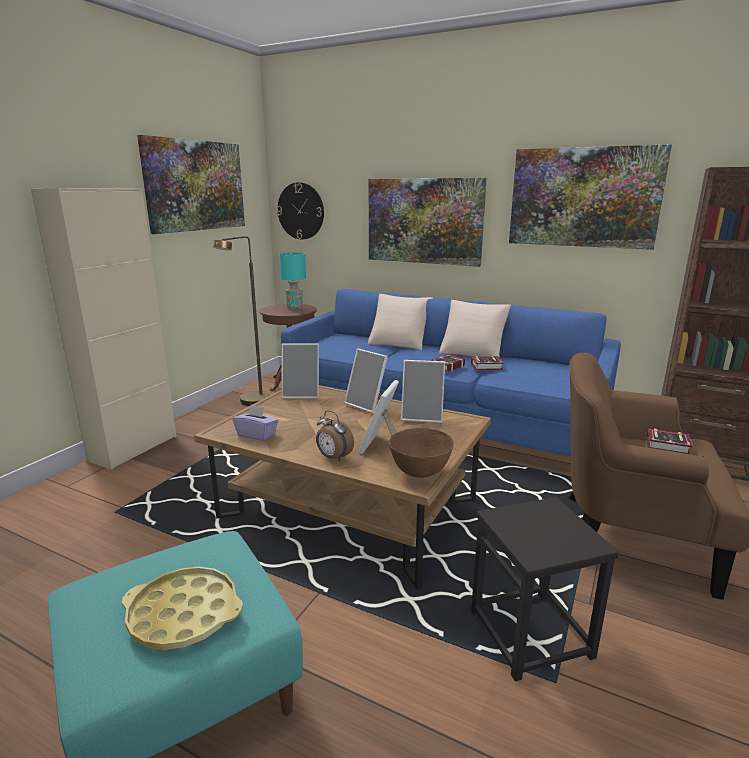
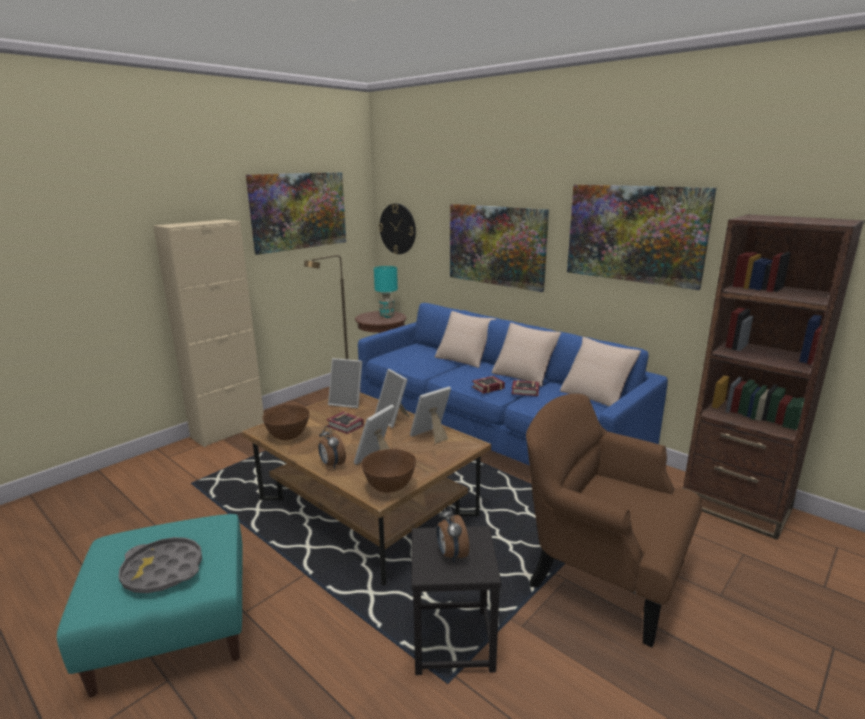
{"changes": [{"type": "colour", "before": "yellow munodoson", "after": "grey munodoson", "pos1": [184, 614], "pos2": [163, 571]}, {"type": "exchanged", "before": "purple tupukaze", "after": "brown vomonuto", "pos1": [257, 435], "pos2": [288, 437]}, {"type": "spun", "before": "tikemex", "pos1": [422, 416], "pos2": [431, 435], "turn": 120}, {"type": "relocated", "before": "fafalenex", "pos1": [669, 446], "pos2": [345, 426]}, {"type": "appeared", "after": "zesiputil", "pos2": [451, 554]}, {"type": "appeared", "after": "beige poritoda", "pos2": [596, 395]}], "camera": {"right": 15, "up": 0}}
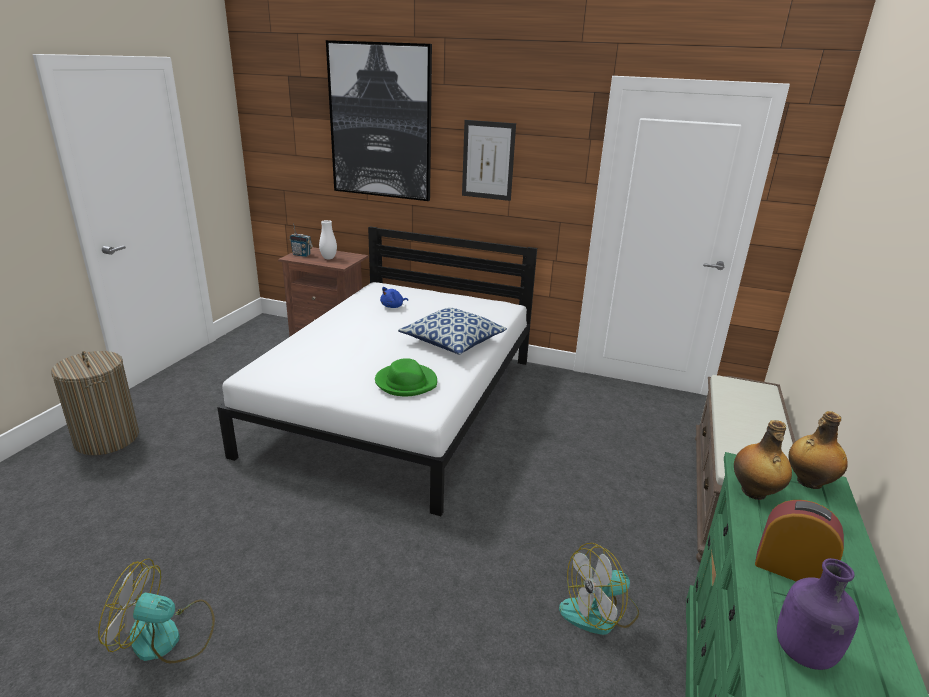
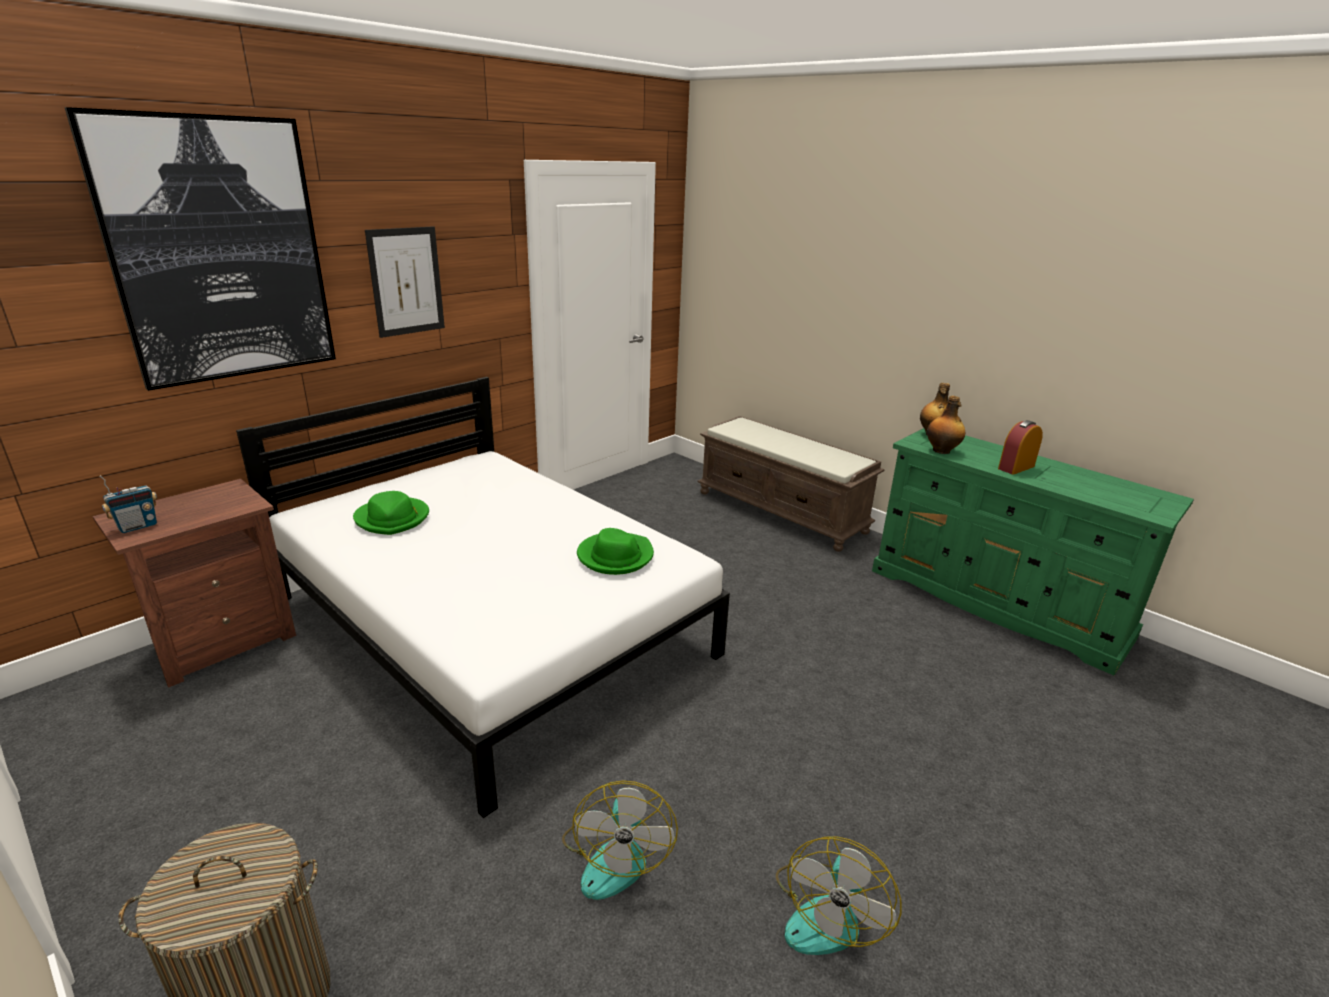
{"changes": [{"type": "missing", "before": "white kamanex", "pos1": [328, 258]}, {"type": "exchanged", "before": "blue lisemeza", "after": "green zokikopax", "pos1": [393, 306], "pos2": [393, 518]}, {"type": "missing", "before": "poritoda", "pos1": [452, 342]}, {"type": "relocated", "before": "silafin", "pos1": [599, 612], "pos2": [615, 855]}, {"type": "missing", "before": "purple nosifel", "pos1": [803, 653]}], "camera": {"right": -65, "up": 0}}
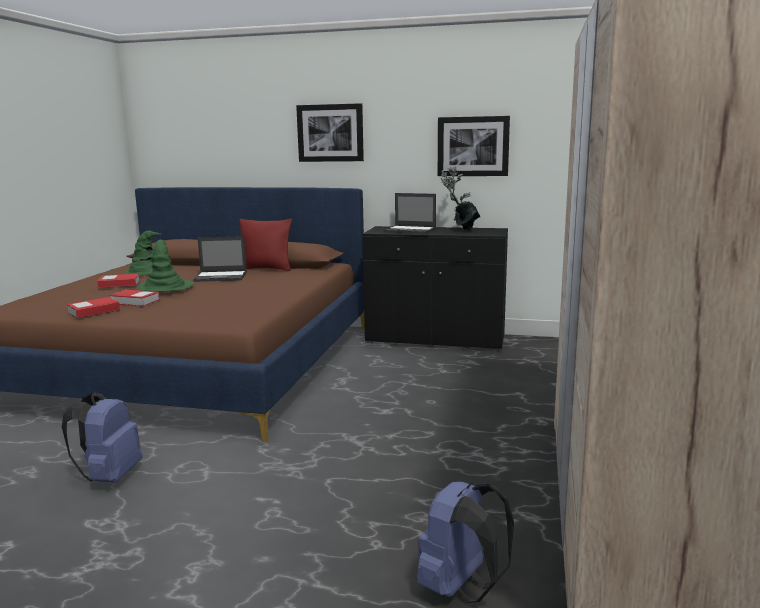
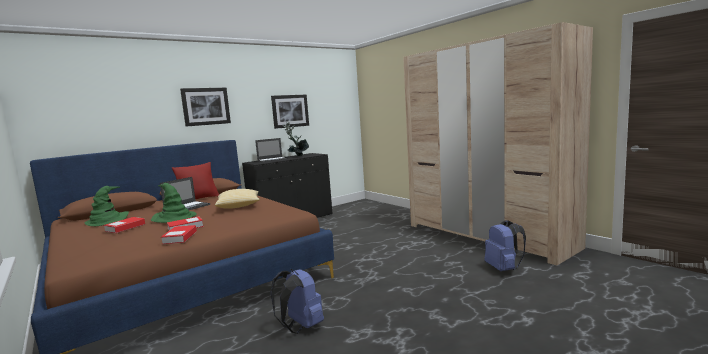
{"changes": [{"type": "appeared", "after": "poritoda", "pos2": [239, 206]}], "camera": {"right": -50, "up": -5}}
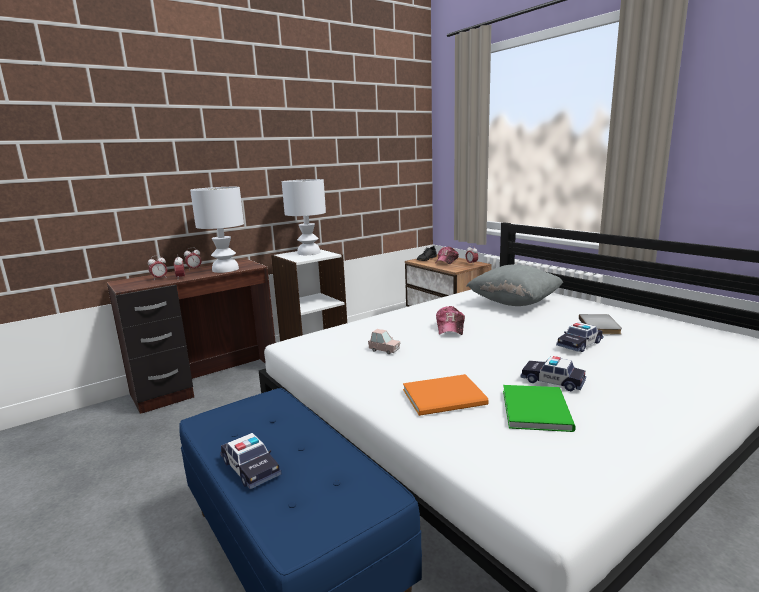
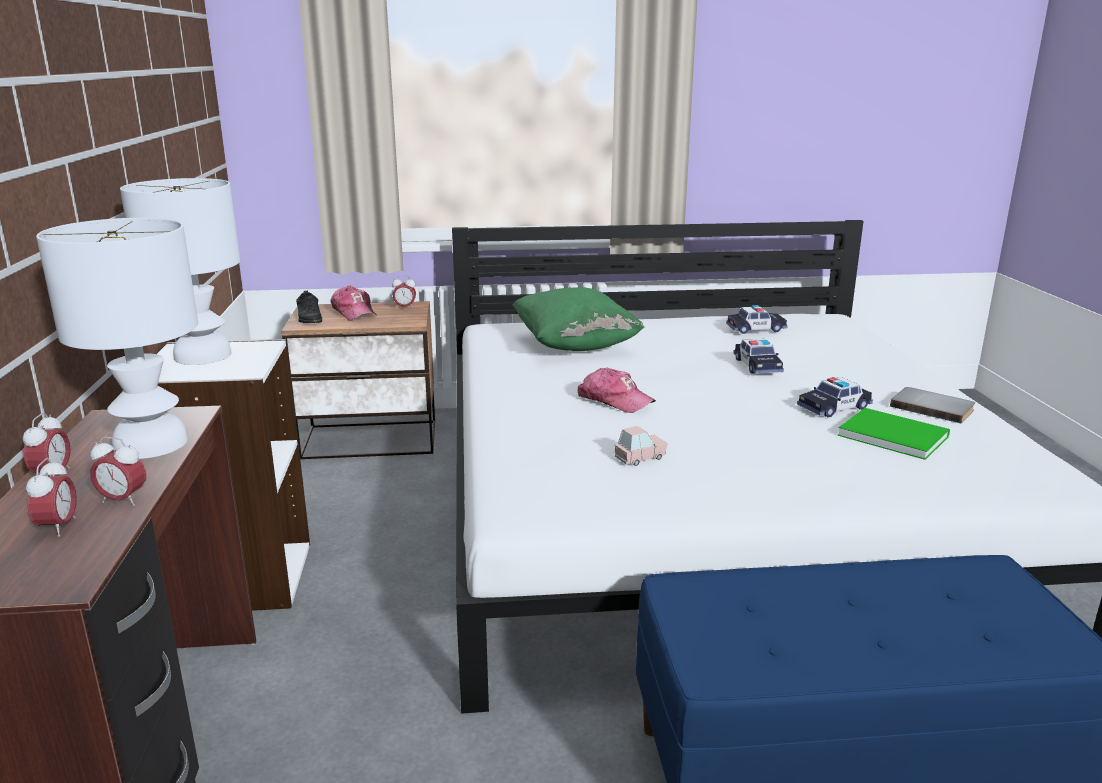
{"changes": [{"type": "relocated", "before": "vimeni", "pos1": [250, 468], "pos2": [756, 329]}, {"type": "missing", "before": "orange fafalenex", "pos1": [446, 397]}, {"type": "colour", "before": "grey poritoda", "after": "green poritoda", "pos1": [514, 302], "pos2": [575, 346]}, {"type": "relocated", "before": "grey fafalenex", "pos1": [601, 326], "pos2": [932, 407]}], "camera": {"right": -60, "up": 5}}
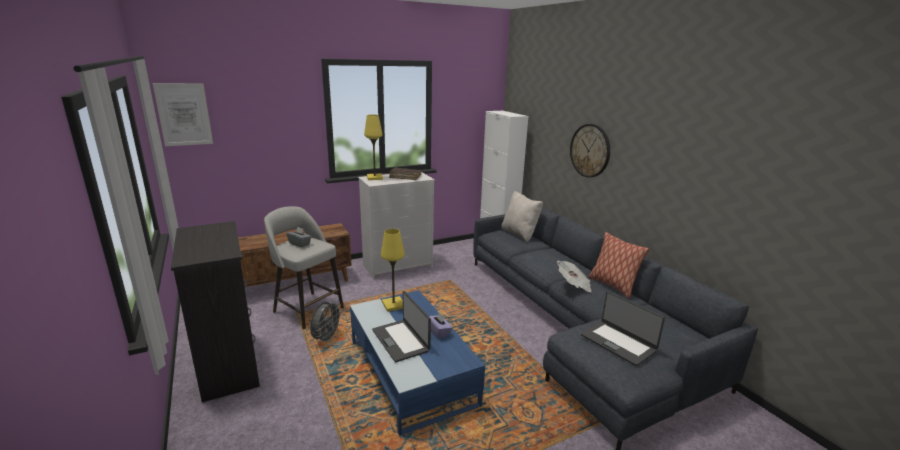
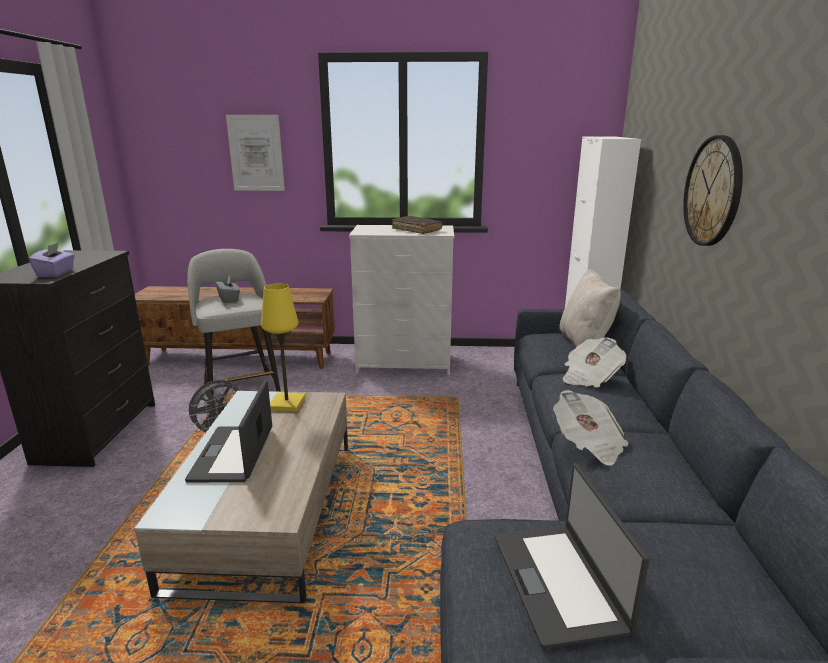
{"changes": [{"type": "relocated", "before": "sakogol", "pos1": [184, 114], "pos2": [256, 153]}, {"type": "colour", "before": "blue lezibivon", "after": "beige lezibivon", "pos1": [411, 371], "pos2": [268, 509]}, {"type": "missing", "before": "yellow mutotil", "pos1": [374, 178]}, {"type": "relocated", "before": "purple tupukaze", "pos1": [439, 332], "pos2": [56, 273]}, {"type": "missing", "before": "poritoda", "pos1": [612, 285]}, {"type": "appeared", "after": "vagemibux", "pos2": [589, 377]}], "camera": {"right": 30, "up": 0}}
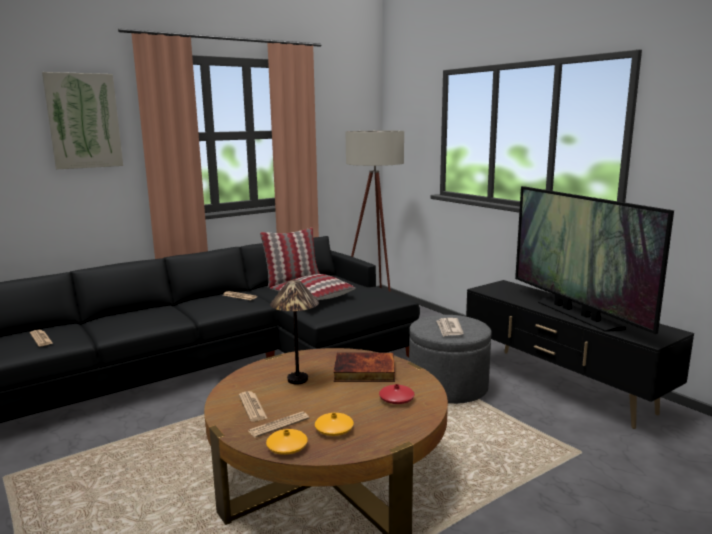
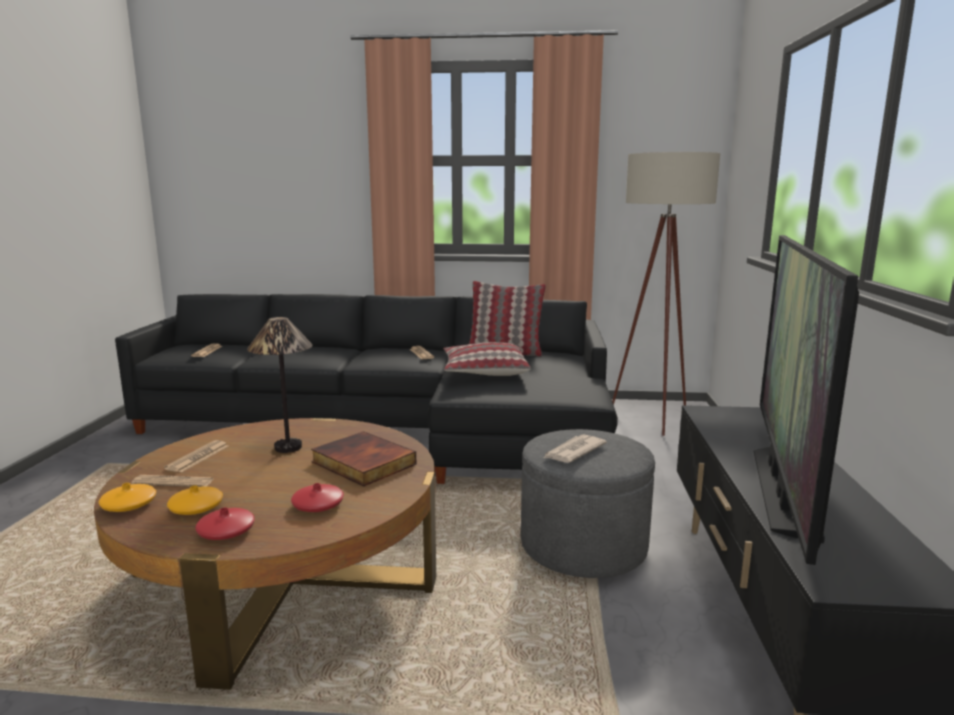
{"changes": [{"type": "missing", "before": "sakogol", "pos1": [83, 121]}, {"type": "appeared", "after": "red kamanex", "pos2": [226, 531]}], "camera": {"right": 40, "up": 0}}
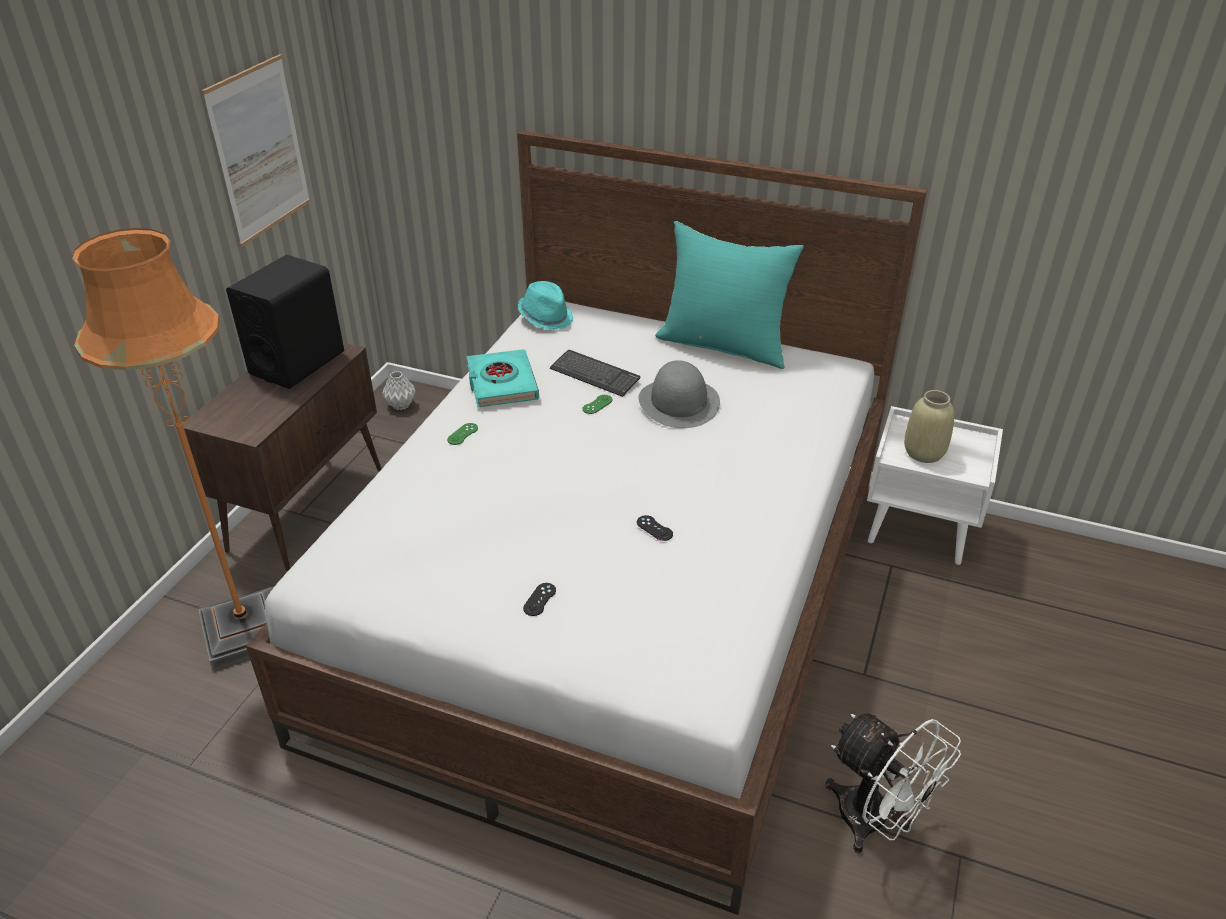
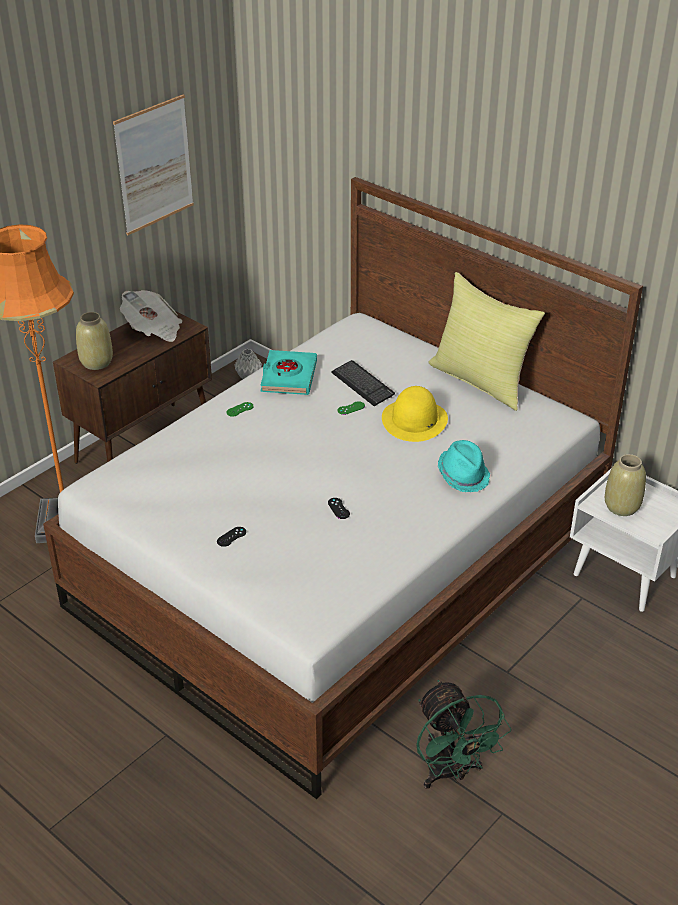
{"changes": [{"type": "exchanged", "before": "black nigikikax", "after": "vagemibux", "pos1": [297, 363], "pos2": [153, 329]}, {"type": "relocated", "before": "turquoise zokikopax", "pos1": [546, 317], "pos2": [463, 475]}, {"type": "colour", "before": "grey zokikopax", "after": "yellow zokikopax", "pos1": [679, 402], "pos2": [414, 420]}, {"type": "colour", "before": "turquoise poritoda", "after": "yellow poritoda", "pos1": [724, 344], "pos2": [481, 380]}, {"type": "colour", "before": "white silafin", "after": "green silafin", "pos1": [875, 823], "pos2": [451, 773]}, {"type": "appeared", "after": "beige kamanex", "pos2": [97, 362]}], "camera": {"right": 20, "up": 0}}
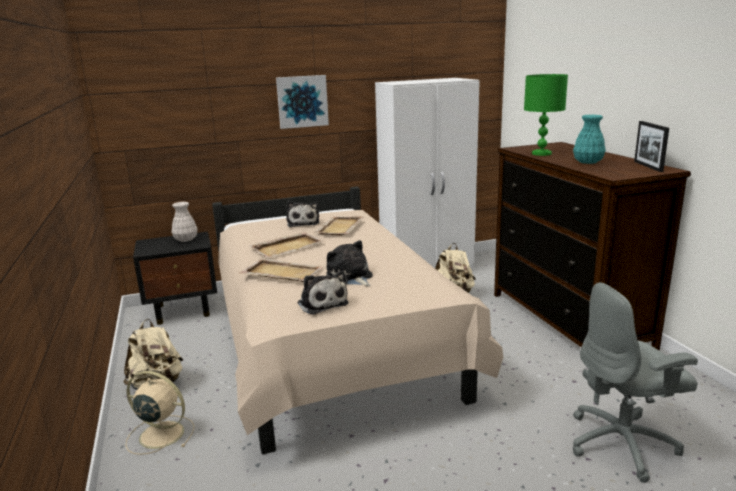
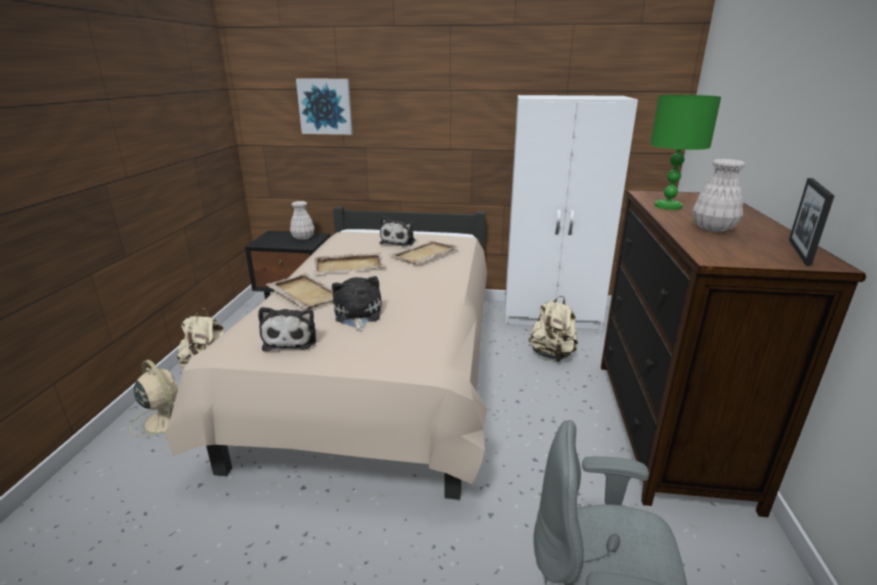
{"changes": [{"type": "relocated", "before": "sakogol", "pos1": [302, 101], "pos2": [325, 106]}, {"type": "colour", "before": "turquoise kamanex", "after": "white kamanex", "pos1": [587, 162], "pos2": [712, 228]}], "camera": {"right": 25, "up": 5}}
